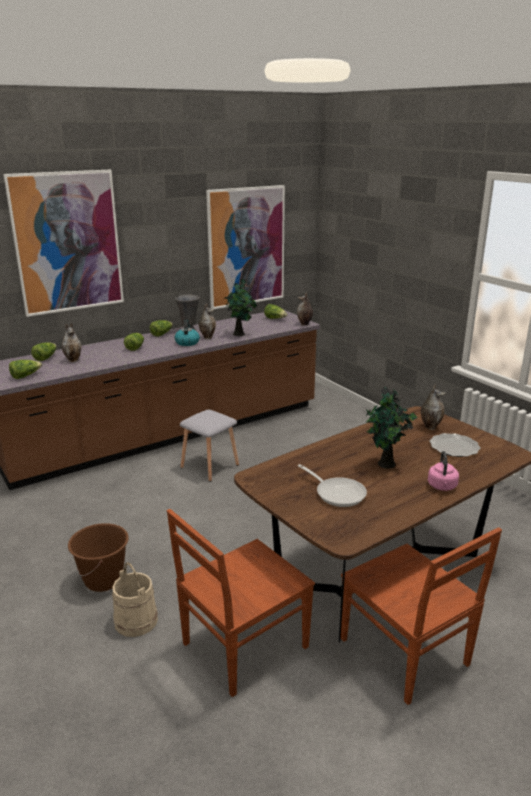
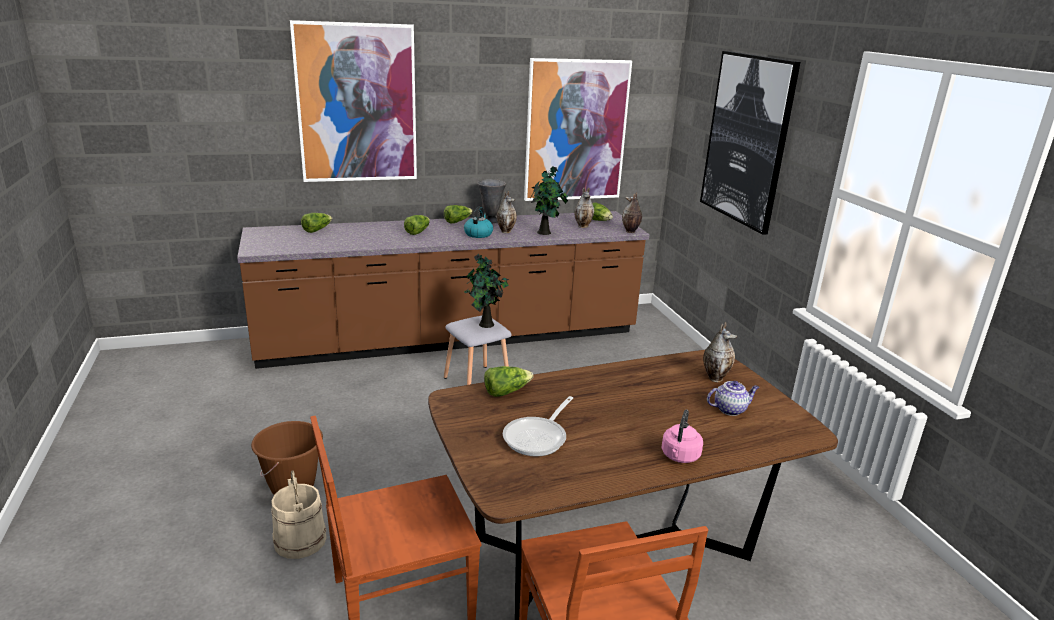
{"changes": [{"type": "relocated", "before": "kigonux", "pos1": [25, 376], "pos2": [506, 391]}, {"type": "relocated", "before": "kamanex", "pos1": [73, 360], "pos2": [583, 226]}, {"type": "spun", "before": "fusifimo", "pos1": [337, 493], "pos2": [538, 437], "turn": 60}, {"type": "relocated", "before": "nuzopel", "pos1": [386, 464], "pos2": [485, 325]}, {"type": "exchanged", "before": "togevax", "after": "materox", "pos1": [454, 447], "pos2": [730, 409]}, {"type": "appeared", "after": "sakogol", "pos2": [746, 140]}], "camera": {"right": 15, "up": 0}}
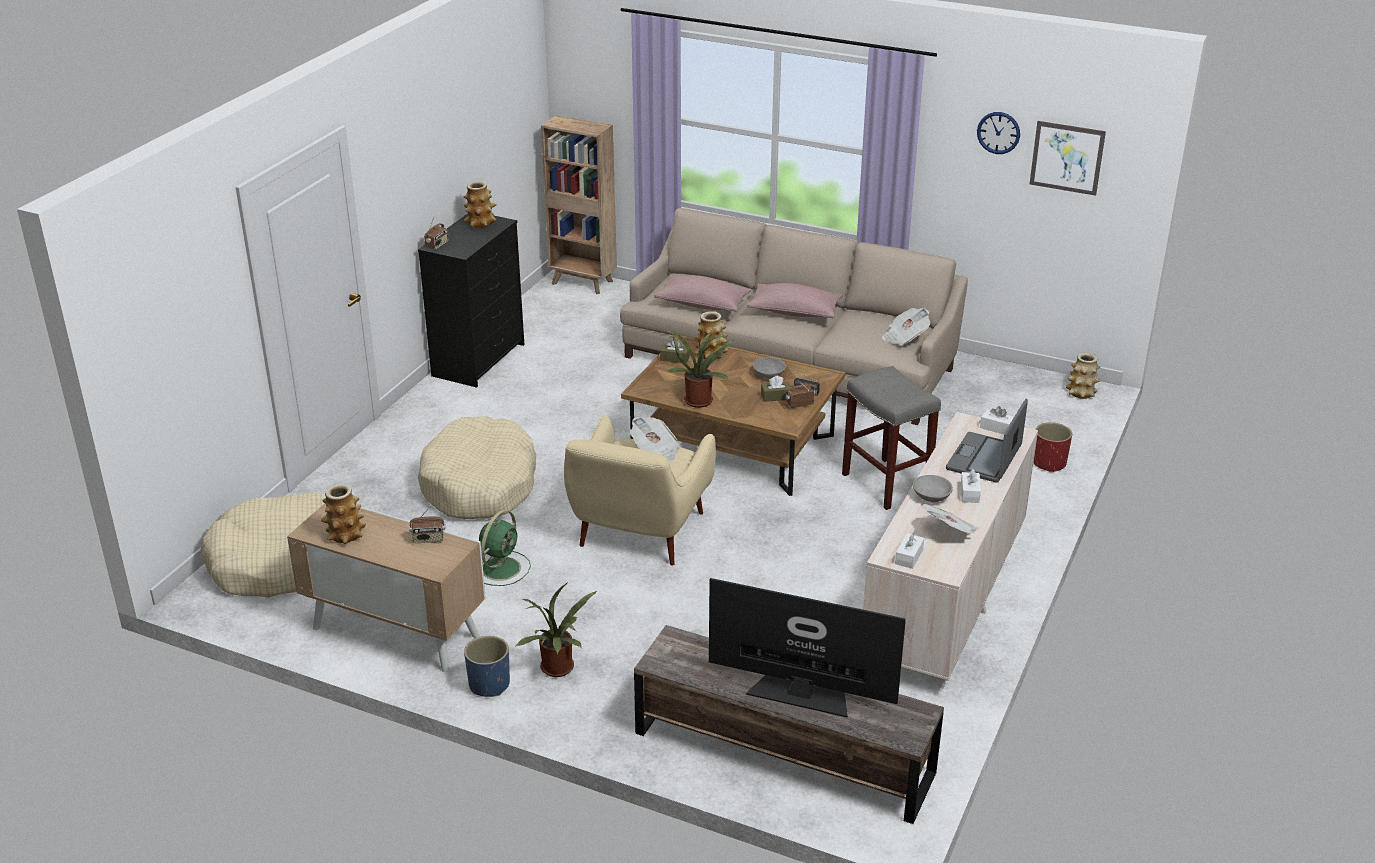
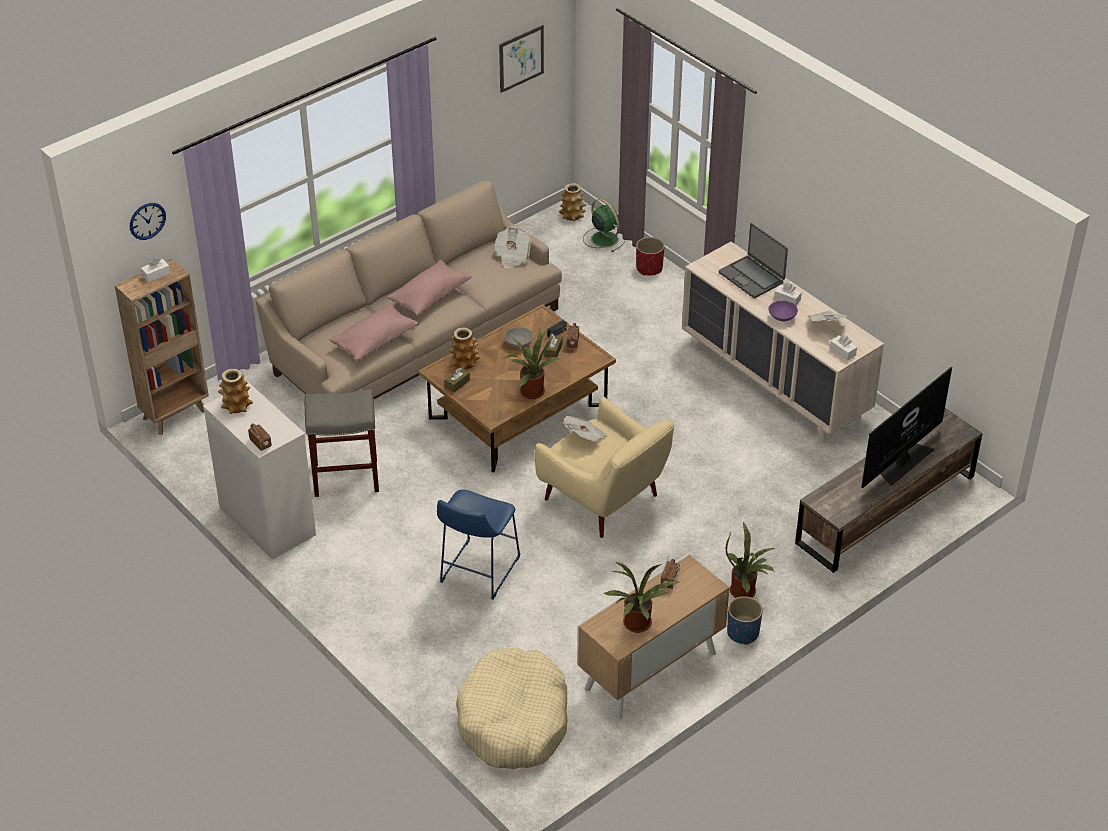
{"changes": [{"type": "exchanged", "before": "kamanex", "after": "nuzopel", "pos1": [345, 534], "pos2": [636, 626]}, {"type": "colour", "before": "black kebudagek", "after": "white kebudagek", "pos1": [479, 359], "pos2": [266, 521]}, {"type": "exchanged", "before": "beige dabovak", "after": "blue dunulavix", "pos1": [480, 485], "pos2": [477, 572]}, {"type": "relocated", "before": "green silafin", "pos1": [502, 567], "pos2": [603, 238]}, {"type": "relocated", "before": "grey dunulavix", "pos1": [887, 484], "pos2": [347, 477]}, {"type": "colour", "before": "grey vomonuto", "after": "purple vomonuto", "pos1": [931, 497], "pos2": [782, 317]}, {"type": "relocated", "before": "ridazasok", "pos1": [998, 132], "pos2": [147, 221]}, {"type": "relocated", "before": "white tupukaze", "pos1": [997, 428], "pos2": [156, 275]}], "camera": {"right": -65, "up": 10}}
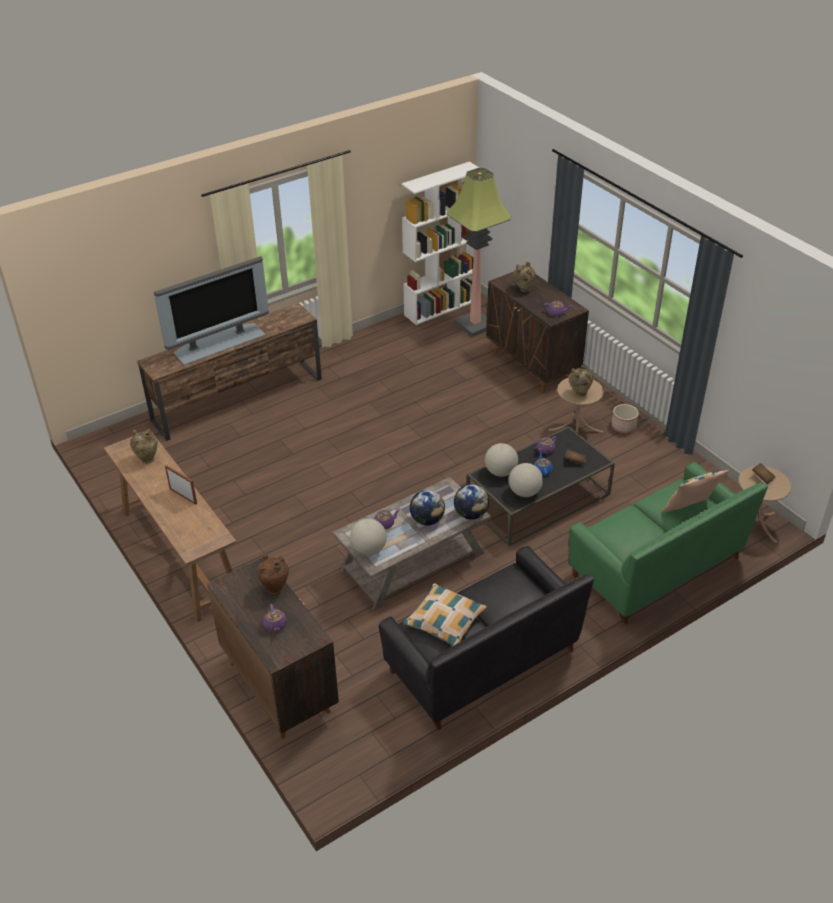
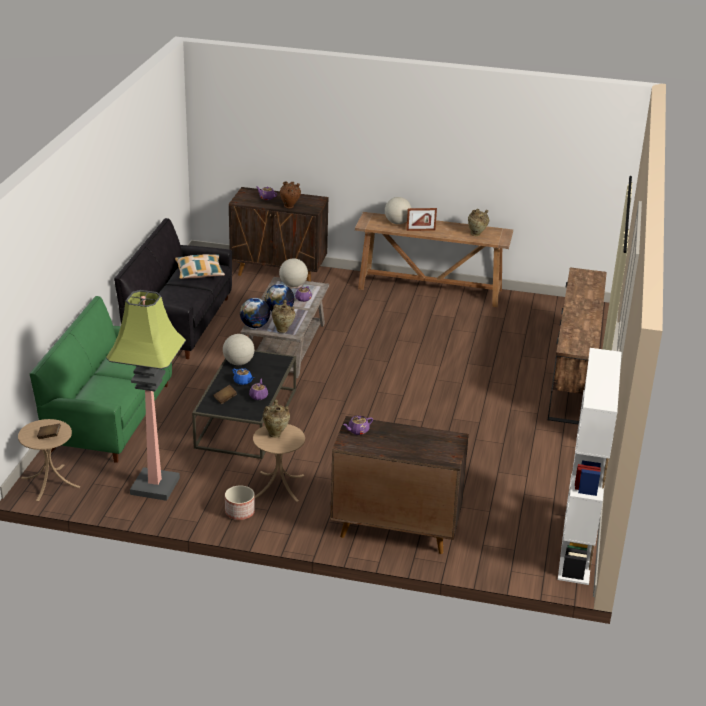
{"changes": [{"type": "missing", "before": "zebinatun", "pos1": [219, 342]}, {"type": "relocated", "before": "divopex", "pos1": [475, 325], "pos2": [154, 486]}, {"type": "relocated", "before": "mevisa", "pos1": [500, 472], "pos2": [397, 223]}, {"type": "relocated", "before": "beige kamanex", "pos1": [523, 290], "pos2": [283, 330]}, {"type": "missing", "before": "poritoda", "pos1": [690, 510]}], "camera": {"right": 135, "up": -10}}
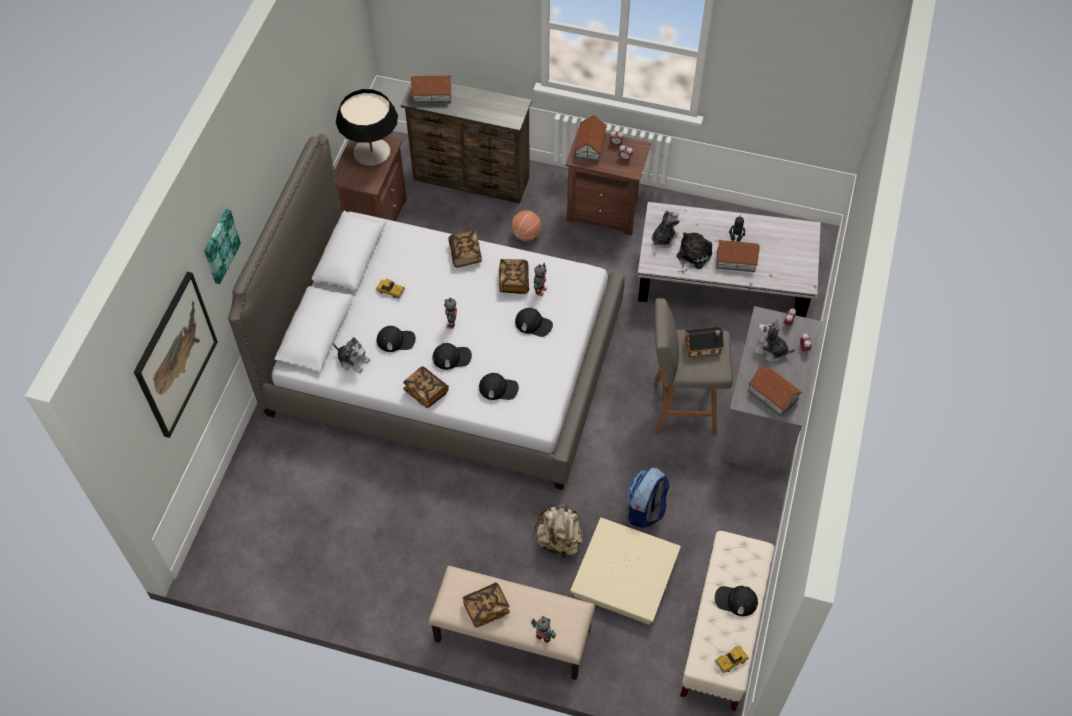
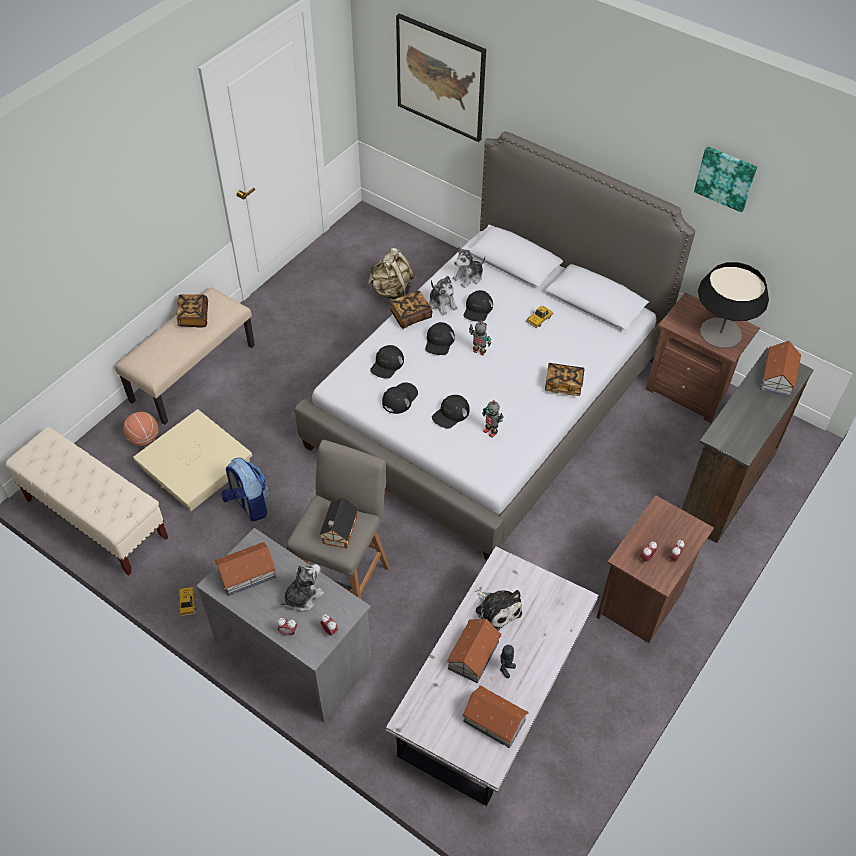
{"changes": [{"type": "relocated", "before": "sakogol", "pos1": [220, 246], "pos2": [726, 178]}, {"type": "missing", "before": "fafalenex", "pos1": [514, 281]}, {"type": "relocated", "before": "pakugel", "pos1": [526, 235], "pos2": [144, 439]}, {"type": "missing", "before": "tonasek", "pos1": [543, 638]}, {"type": "relocated", "before": "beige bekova", "pos1": [559, 540], "pos2": [392, 291]}, {"type": "relocated", "before": "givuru", "pos1": [590, 145], "pos2": [494, 721]}, {"type": "relocated", "before": "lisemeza", "pos1": [663, 238], "pos2": [442, 304]}, {"type": "relocated", "before": "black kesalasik", "pos1": [736, 600], "pos2": [400, 398]}, {"type": "relocated", "before": "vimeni", "pos1": [731, 660], "pos2": [187, 603]}], "camera": {"right": 110, "up": -5}}
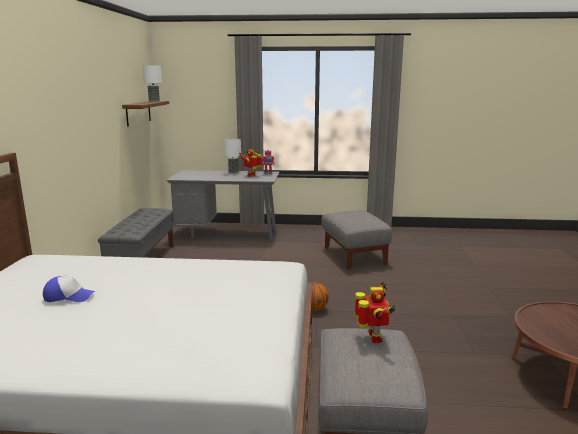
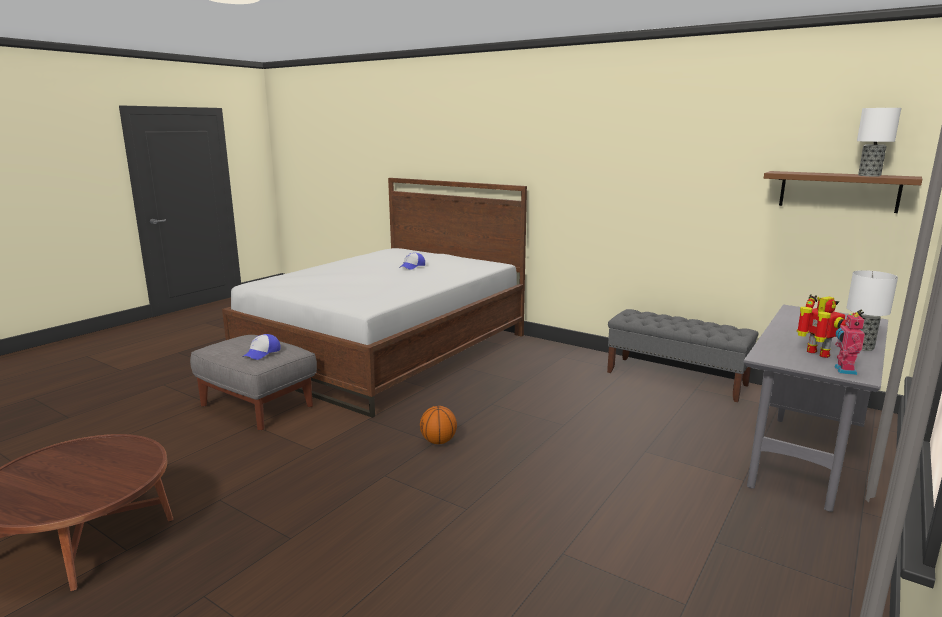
{"changes": [{"type": "missing", "before": "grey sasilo", "pos1": [354, 256]}, {"type": "exchanged", "before": "tonasek", "after": "kesalasik", "pos1": [373, 338], "pos2": [262, 353]}], "camera": {"right": 120, "up": 0}}
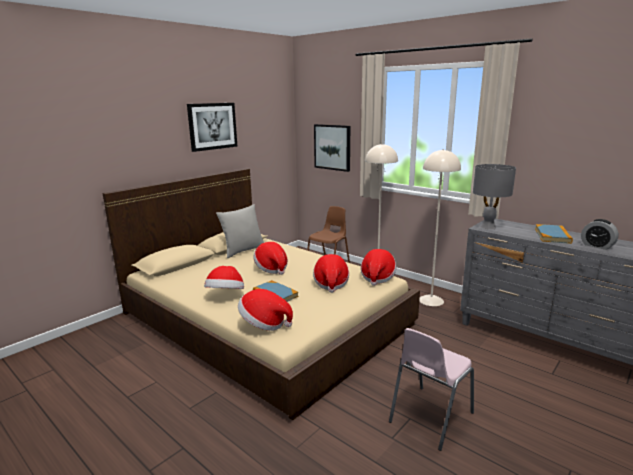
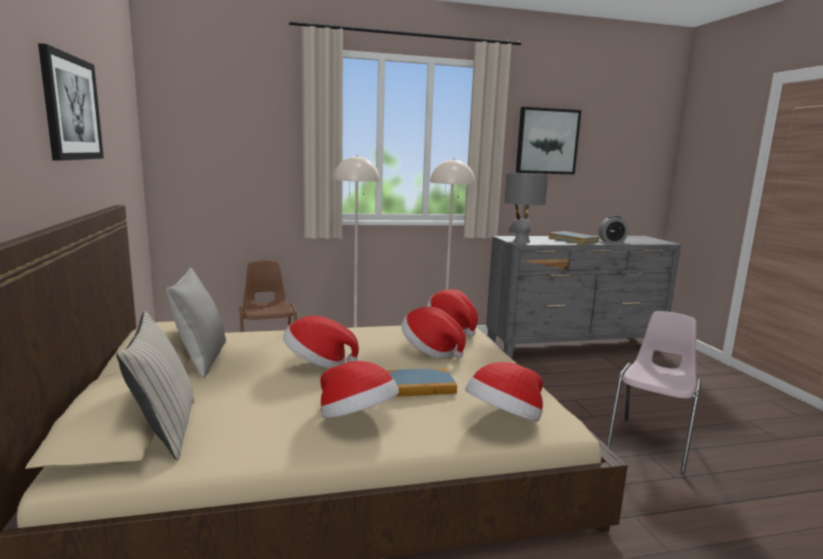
{"changes": [{"type": "relocated", "before": "sakogol", "pos1": [332, 147], "pos2": [547, 141]}, {"type": "spun", "before": "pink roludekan", "pos1": [429, 417], "pos2": [651, 443], "turn": -135}, {"type": "appeared", "after": "beige poritoda", "pos2": [164, 431]}], "camera": {"right": -55, "up": -5}}
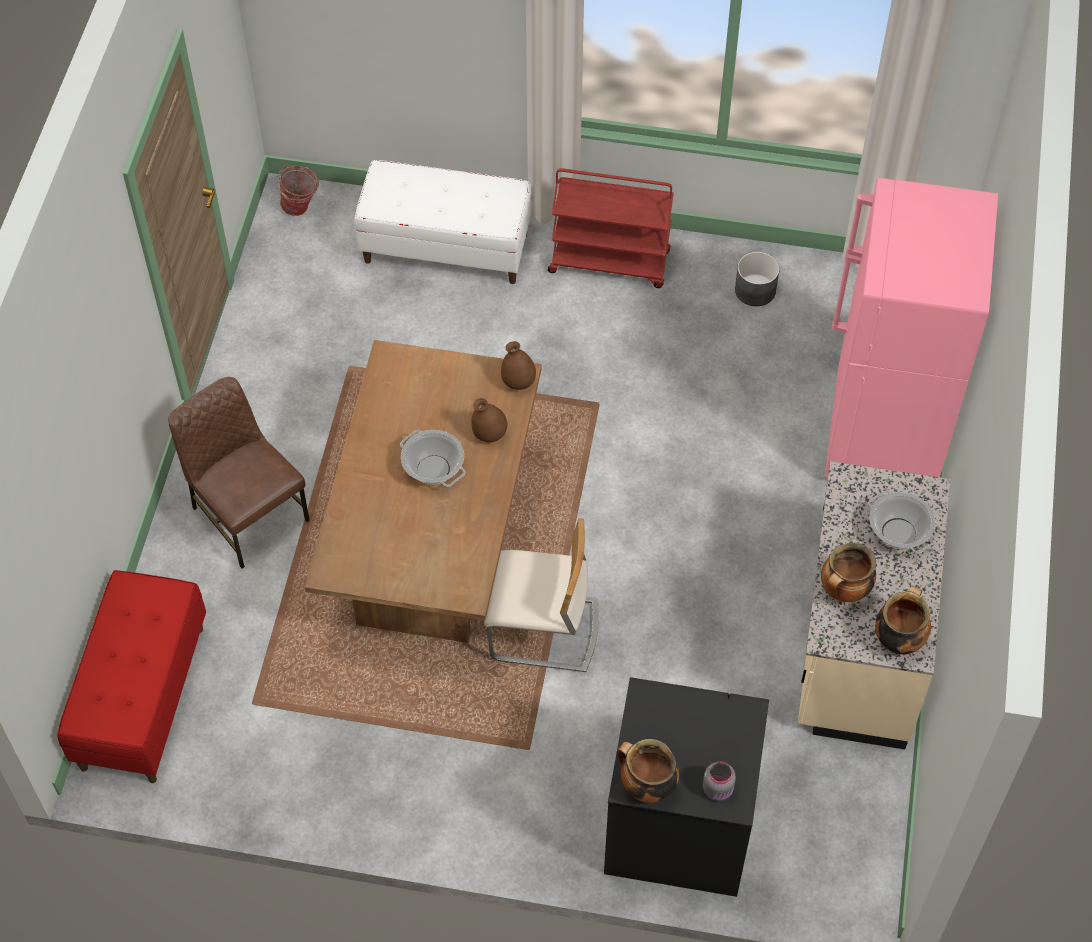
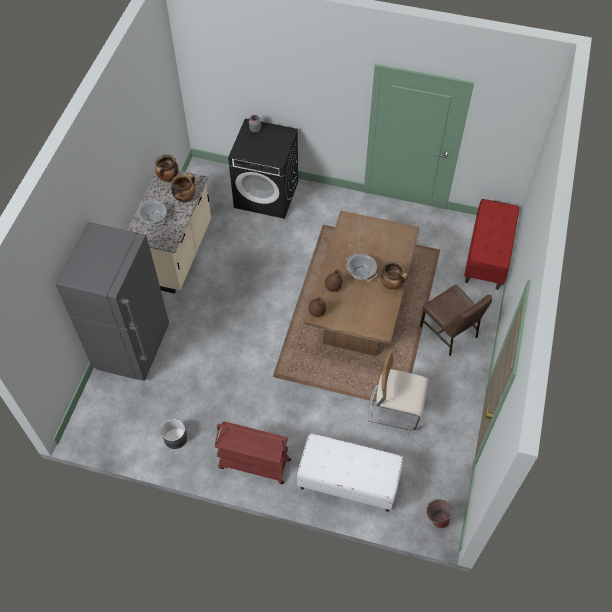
{"changes": [{"type": "relocated", "before": "beige roludekan", "pos1": [544, 631], "pos2": [395, 407]}, {"type": "relocated", "before": "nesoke", "pos1": [646, 786], "pos2": [392, 284]}, {"type": "colour", "before": "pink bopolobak", "after": "grey bopolobak", "pos1": [883, 436], "pos2": [133, 348]}], "camera": {"right": -175, "up": 0}}
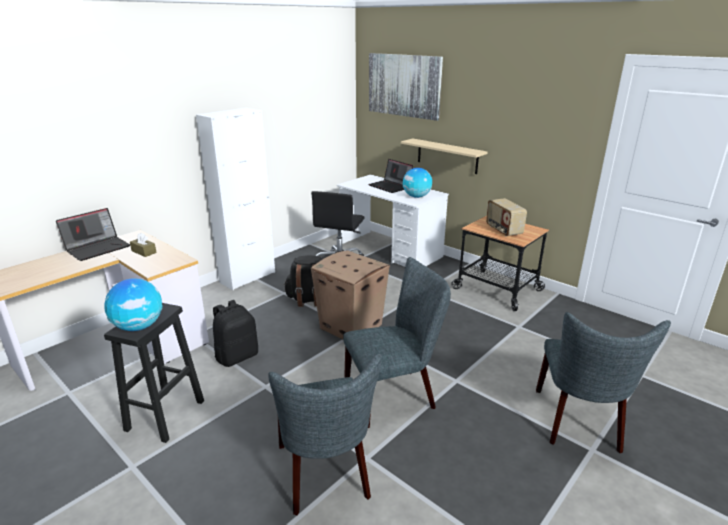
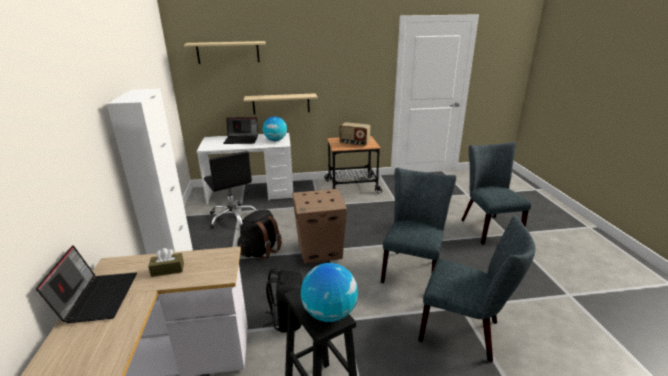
{"changes": [{"type": "exchanged", "before": "sakogol", "after": "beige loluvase", "pos1": [404, 85], "pos2": [228, 52]}, {"type": "spun", "before": "grey roludekan", "pos1": [579, 424], "pos2": [487, 227], "turn": -150}], "camera": {"right": -50, "up": 0}}
